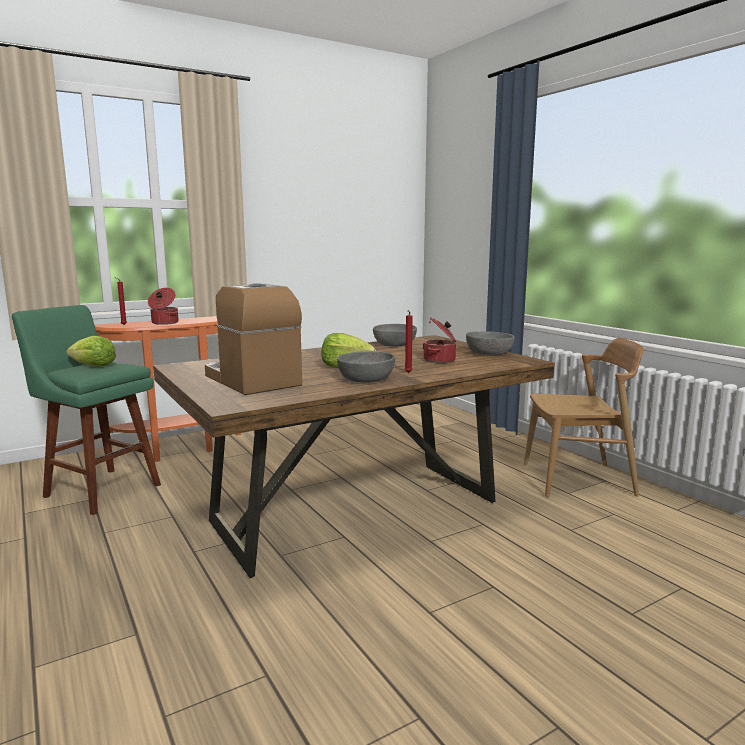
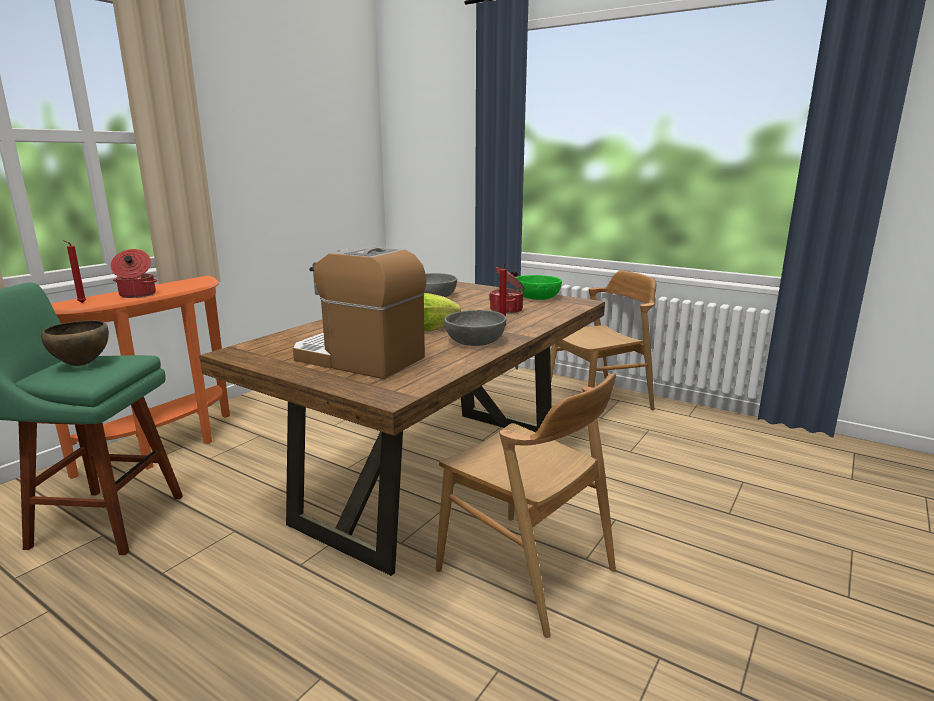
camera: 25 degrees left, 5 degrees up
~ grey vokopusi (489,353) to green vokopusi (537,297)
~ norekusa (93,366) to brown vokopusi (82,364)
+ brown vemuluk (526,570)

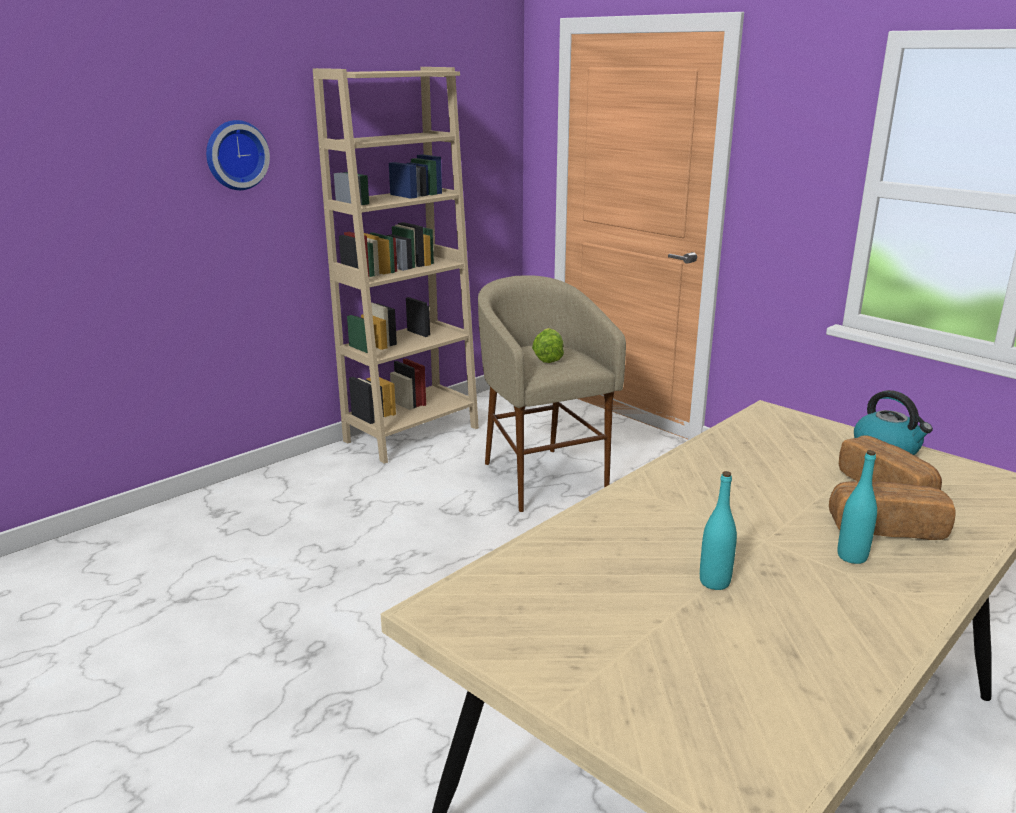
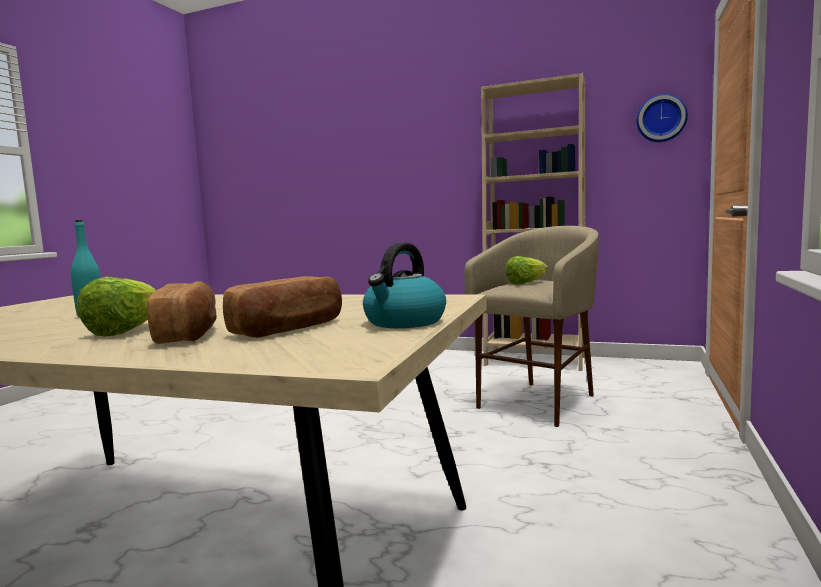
camera: 65 degrees right, 15 degrees down
~ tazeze (235,155) to (661,118)
~ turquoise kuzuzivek (852,556) to norekusa (126,331)

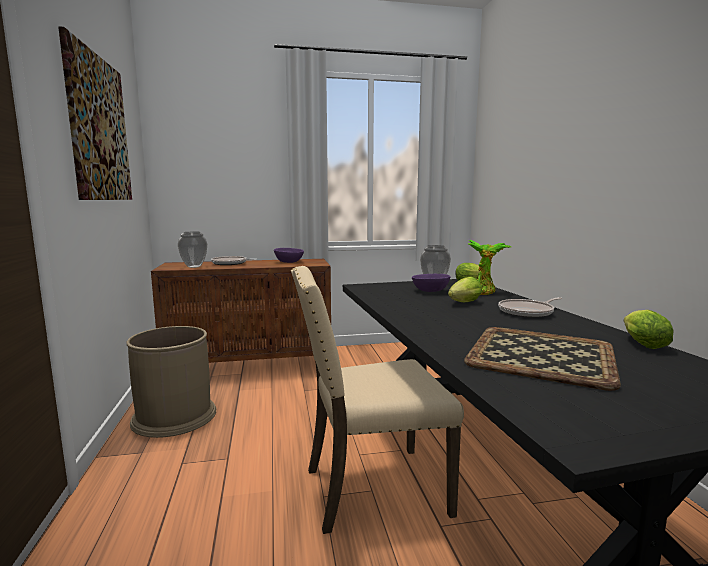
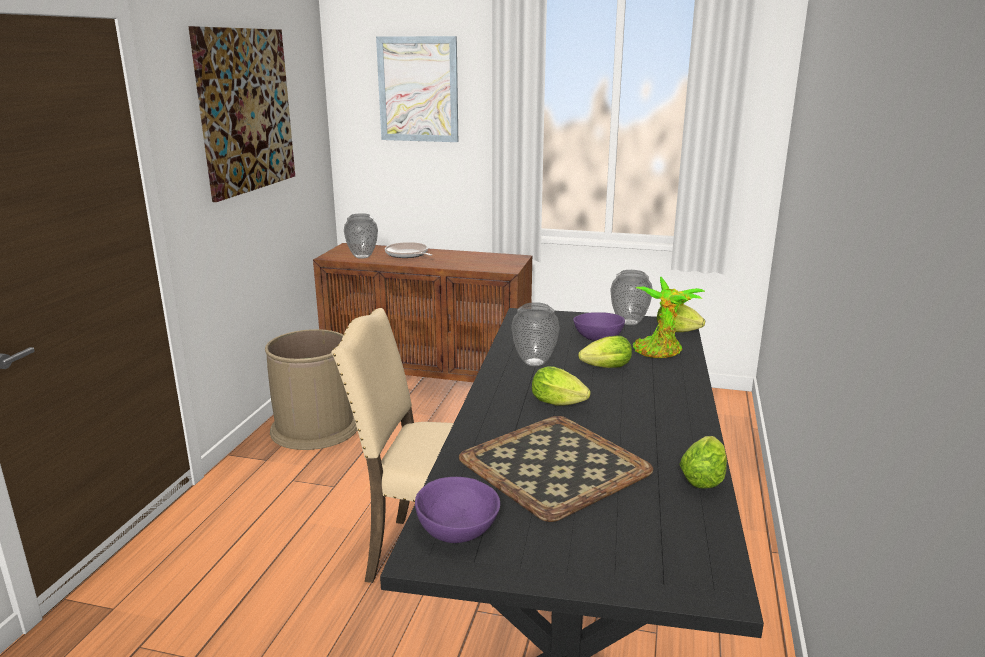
camera: 25 degrees right, 10 degrees up
~ purple vokopusi (288,262) to (456,530)
- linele (528,312)
+ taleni (418,89)
+ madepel (534,362)
+ norekusa (561,404)

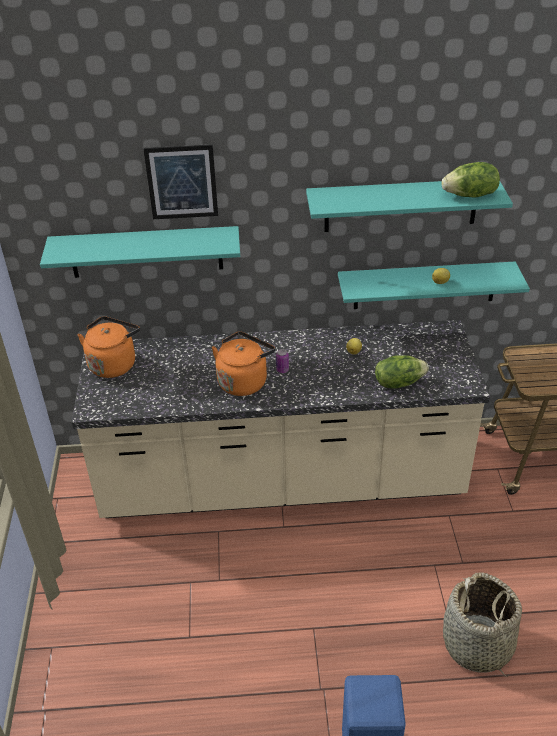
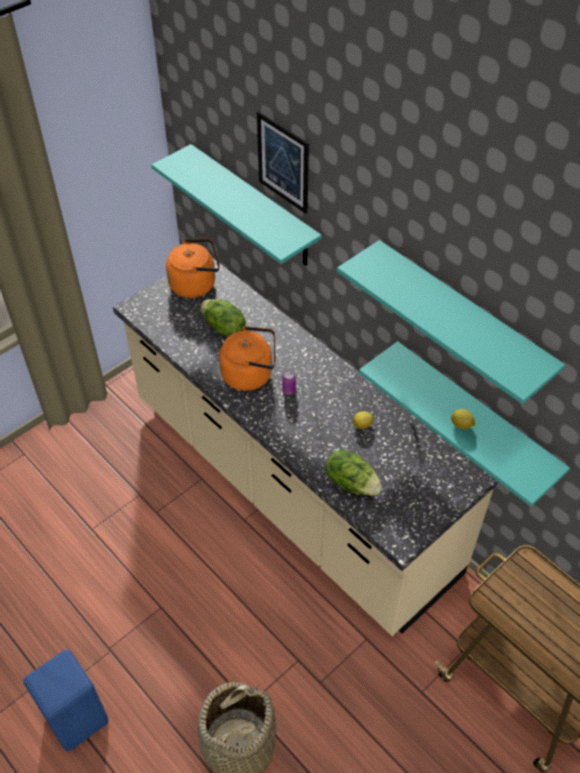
camera: 50 degrees right, 10 degrees up
~ norekusa (470,195) to (223,328)

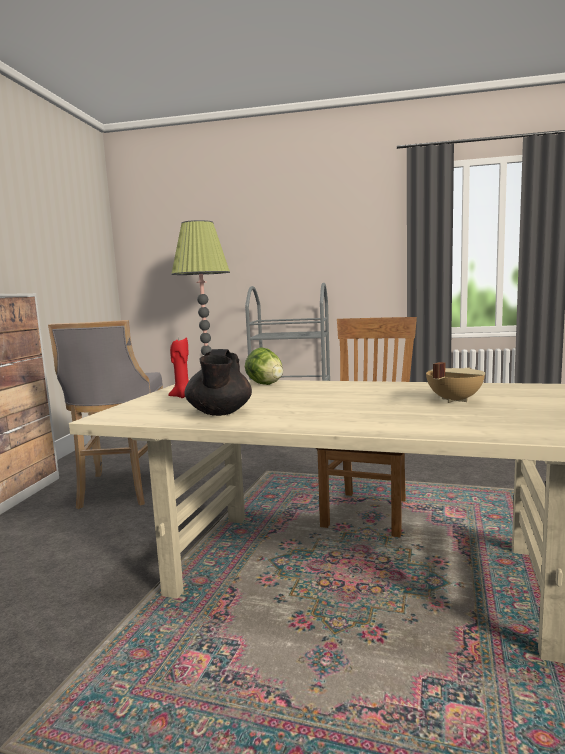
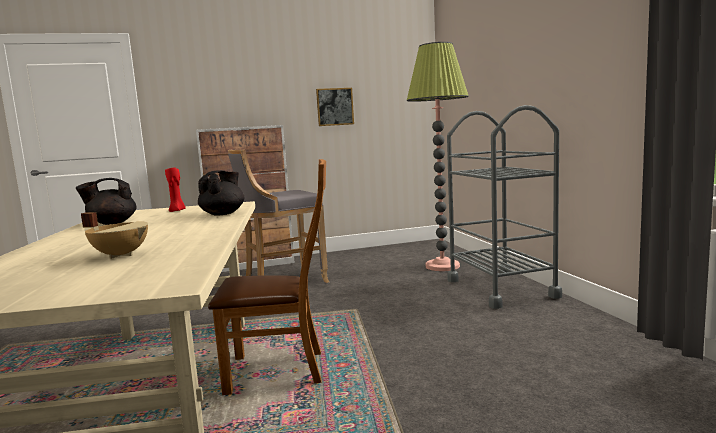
camera: 65 degrees right, 0 degrees up
~ norekusa (265,384) to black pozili (223,214)
+ taleni (335,107)

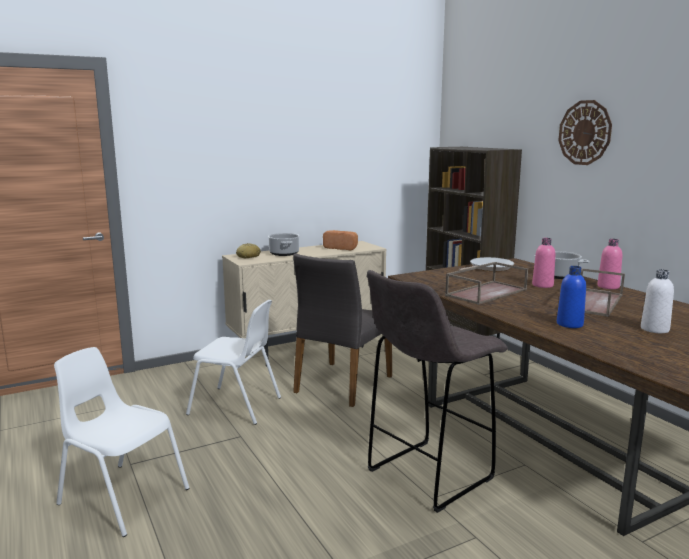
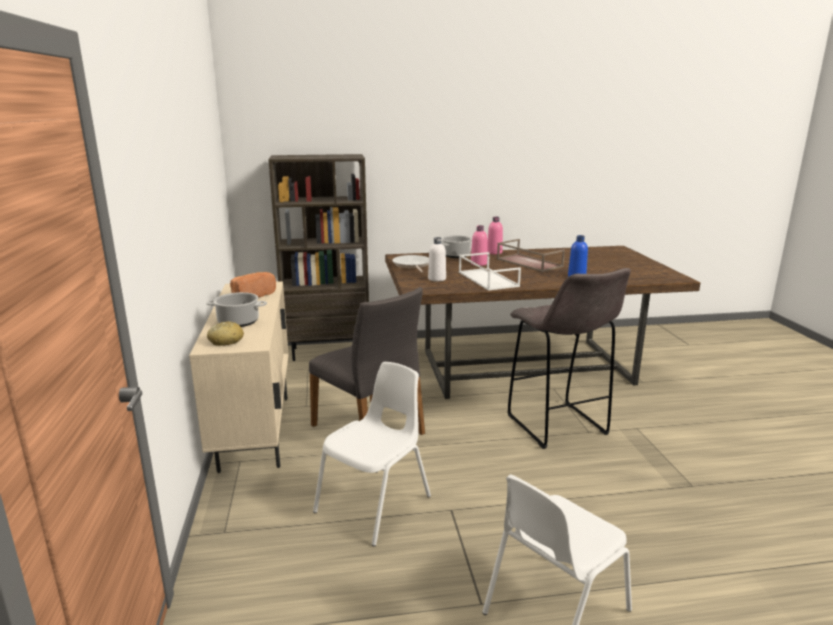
camera: 70 degrees left, 5 degrees up
- tazeze (585,132)
~ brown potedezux (486,292) to white potedezux (487,279)
~ white kuzuzivek (654,329) to (437,279)

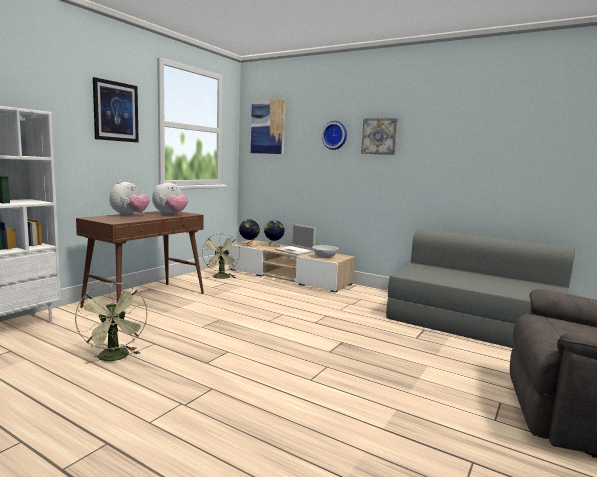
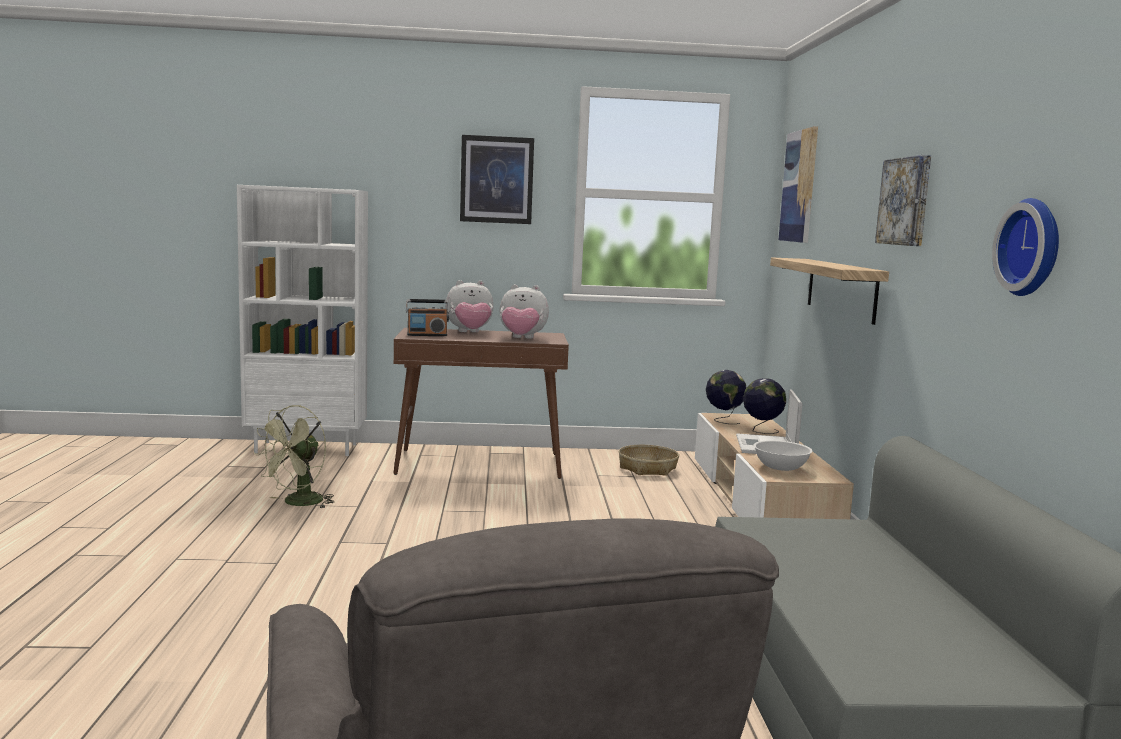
camera: 55 degrees right, 0 degrees up
~ tazeze (335,135) to (1033,247)
~ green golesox (221,278) to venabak (648,468)
+ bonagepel (841,289)
+ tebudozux (427,335)

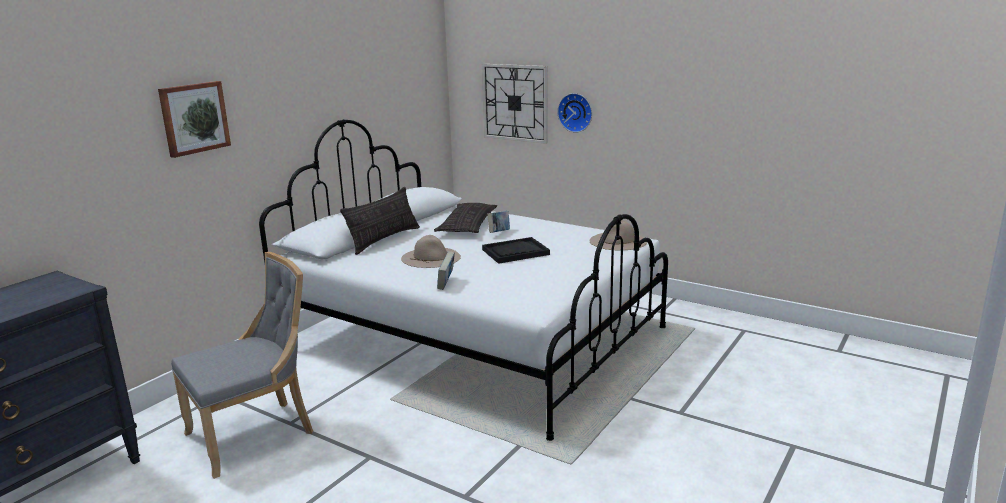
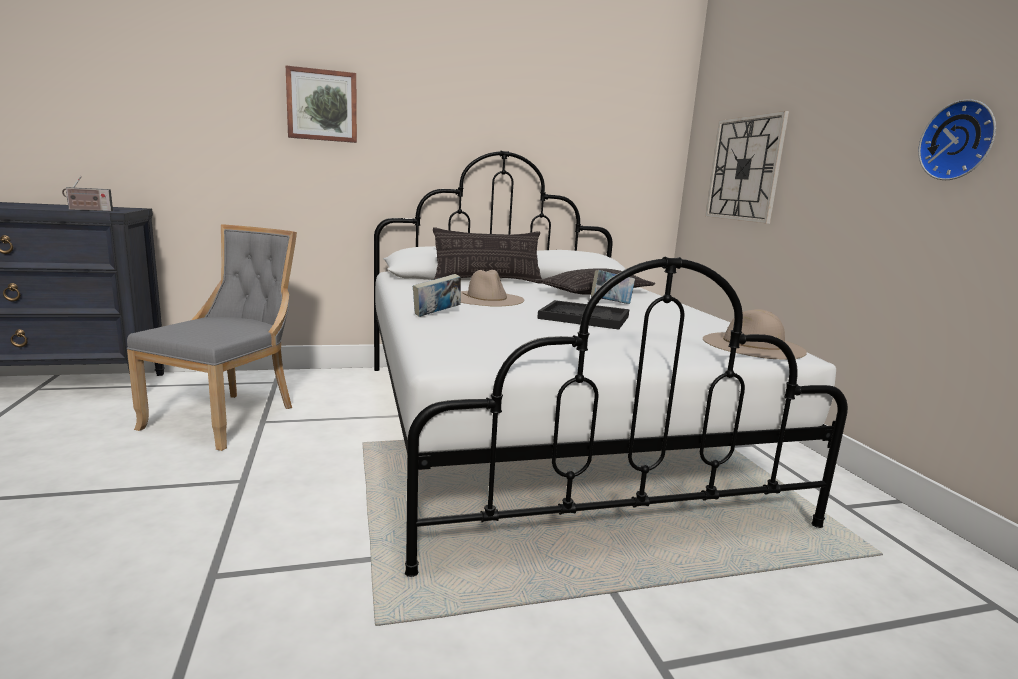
camera: 40 degrees right, 5 degrees down
~ tazeze (576,112) to (960,141)
~ grey vemuluk (256,434) = (228,417) 75 degrees counterclockwise
+ tebudozux (88,210)

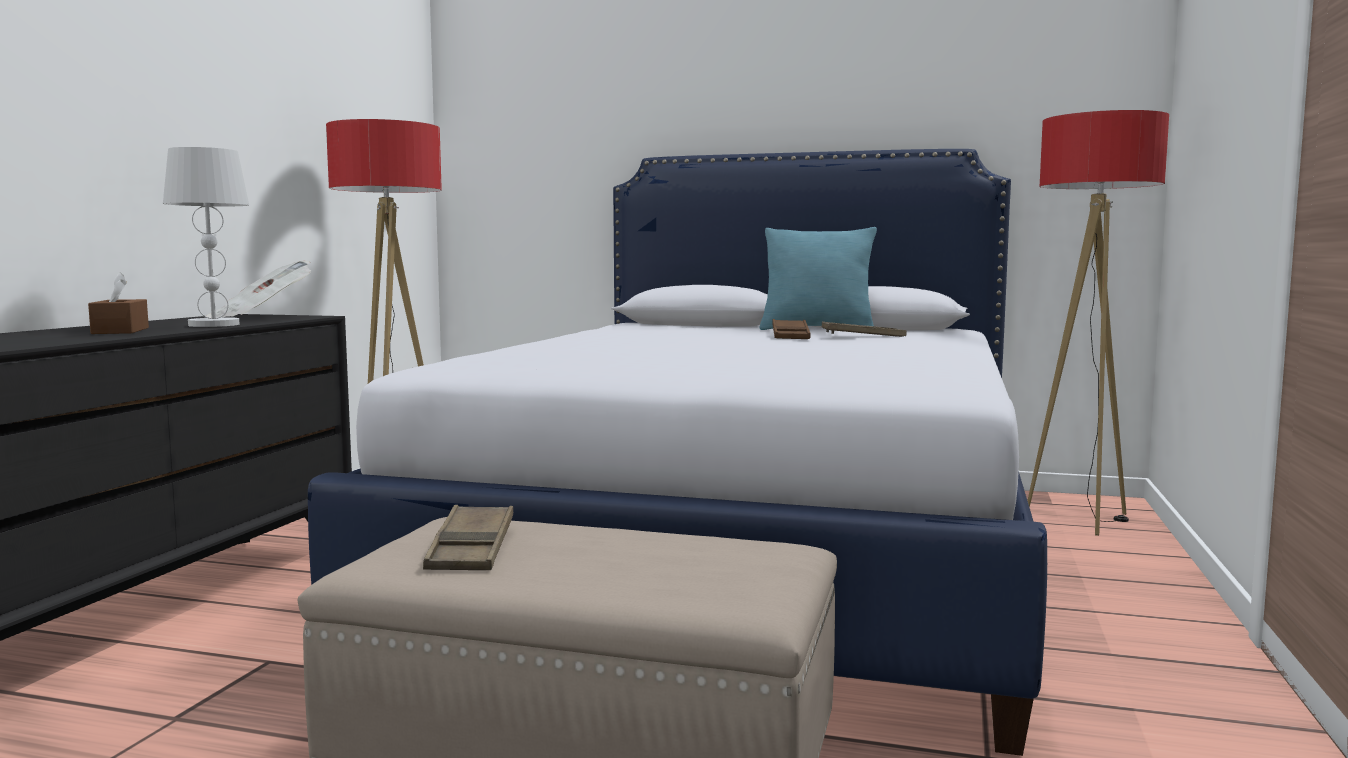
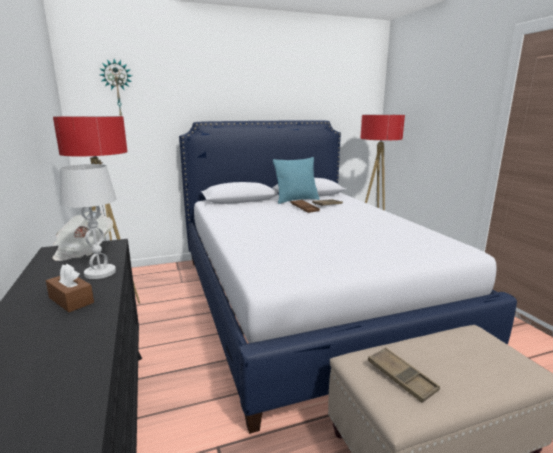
camera: 35 degrees left, 10 degrees up
+ tazeze (117,88)

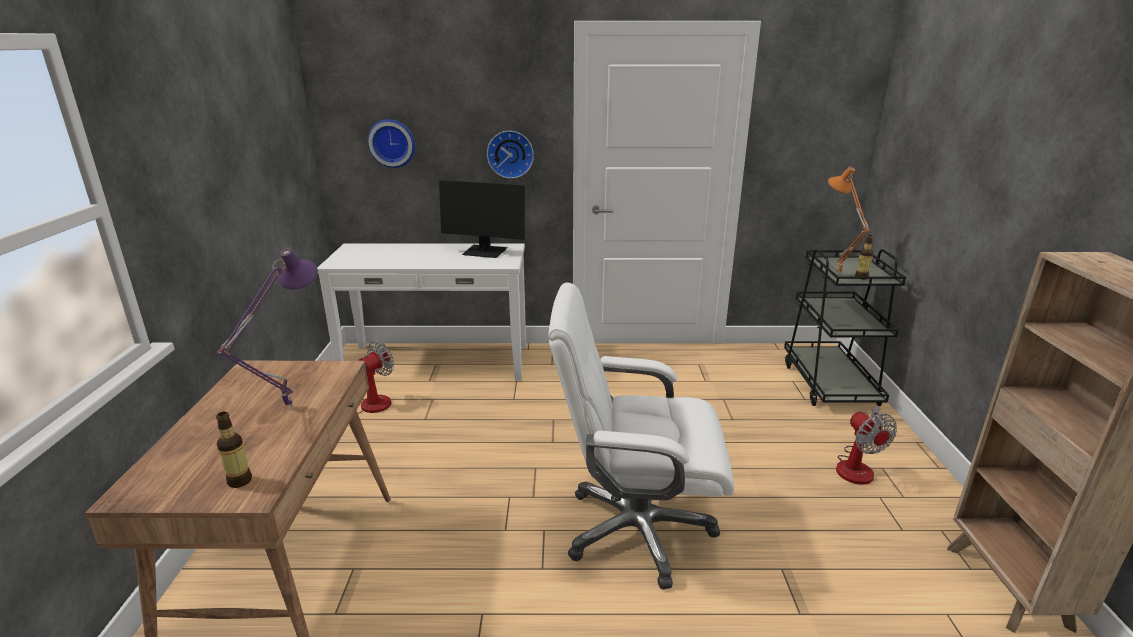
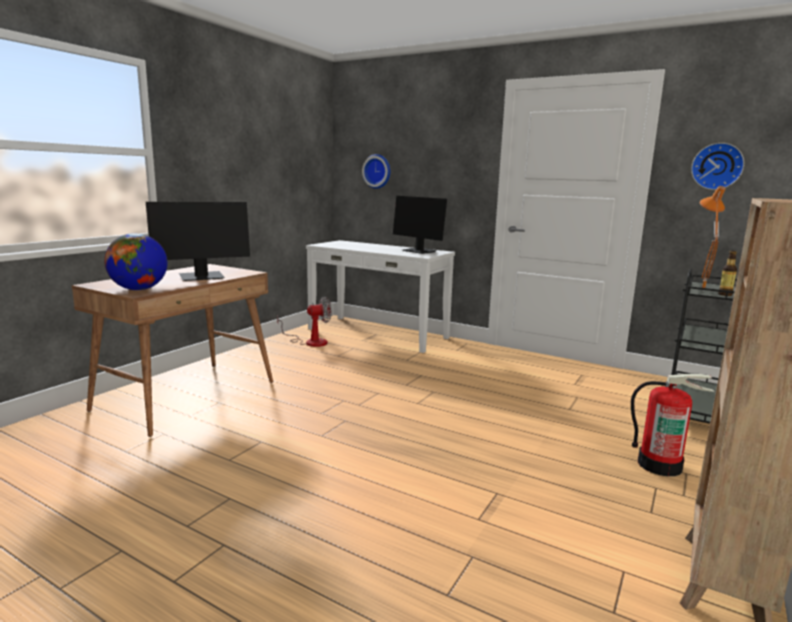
camera: 30 degrees right, 10 degrees down
~ tazeze (510,154) to (717,166)
~ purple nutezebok (288,406) to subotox (202,277)
- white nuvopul (635,529)
~ golesox (858,466) to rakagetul (659,465)
~ kuzuzivek (239,481) to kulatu (139,289)

